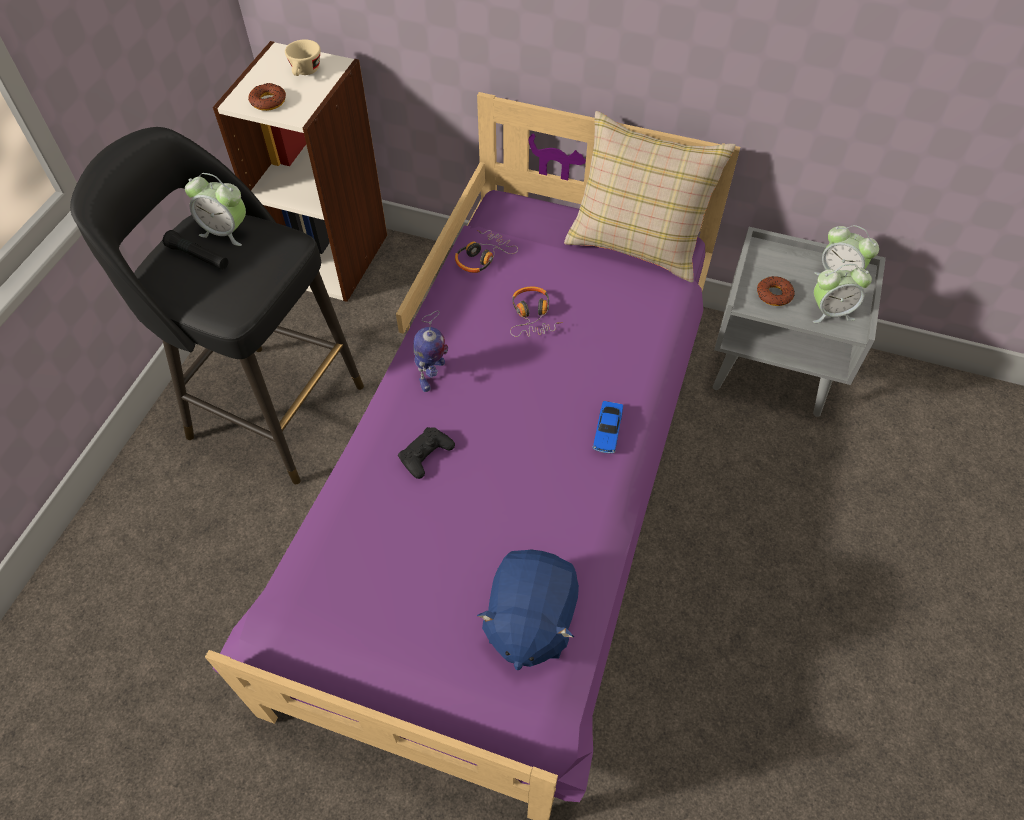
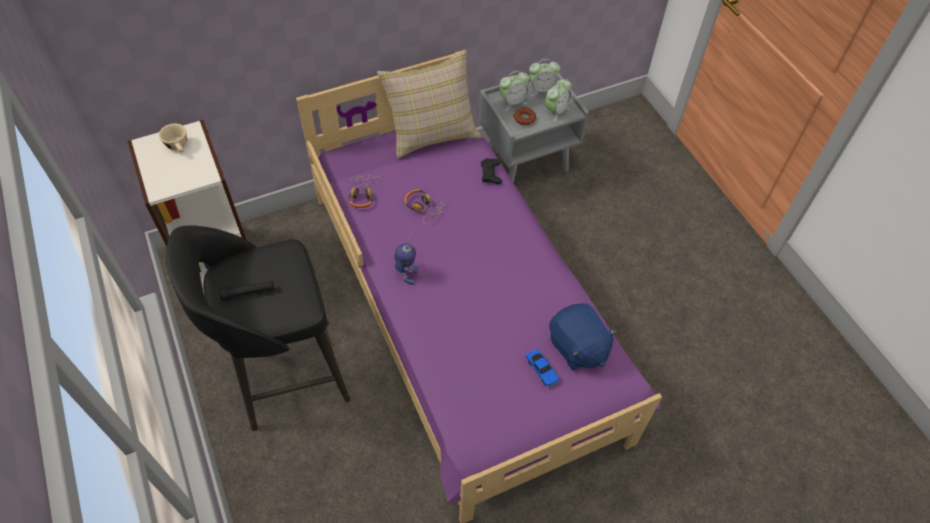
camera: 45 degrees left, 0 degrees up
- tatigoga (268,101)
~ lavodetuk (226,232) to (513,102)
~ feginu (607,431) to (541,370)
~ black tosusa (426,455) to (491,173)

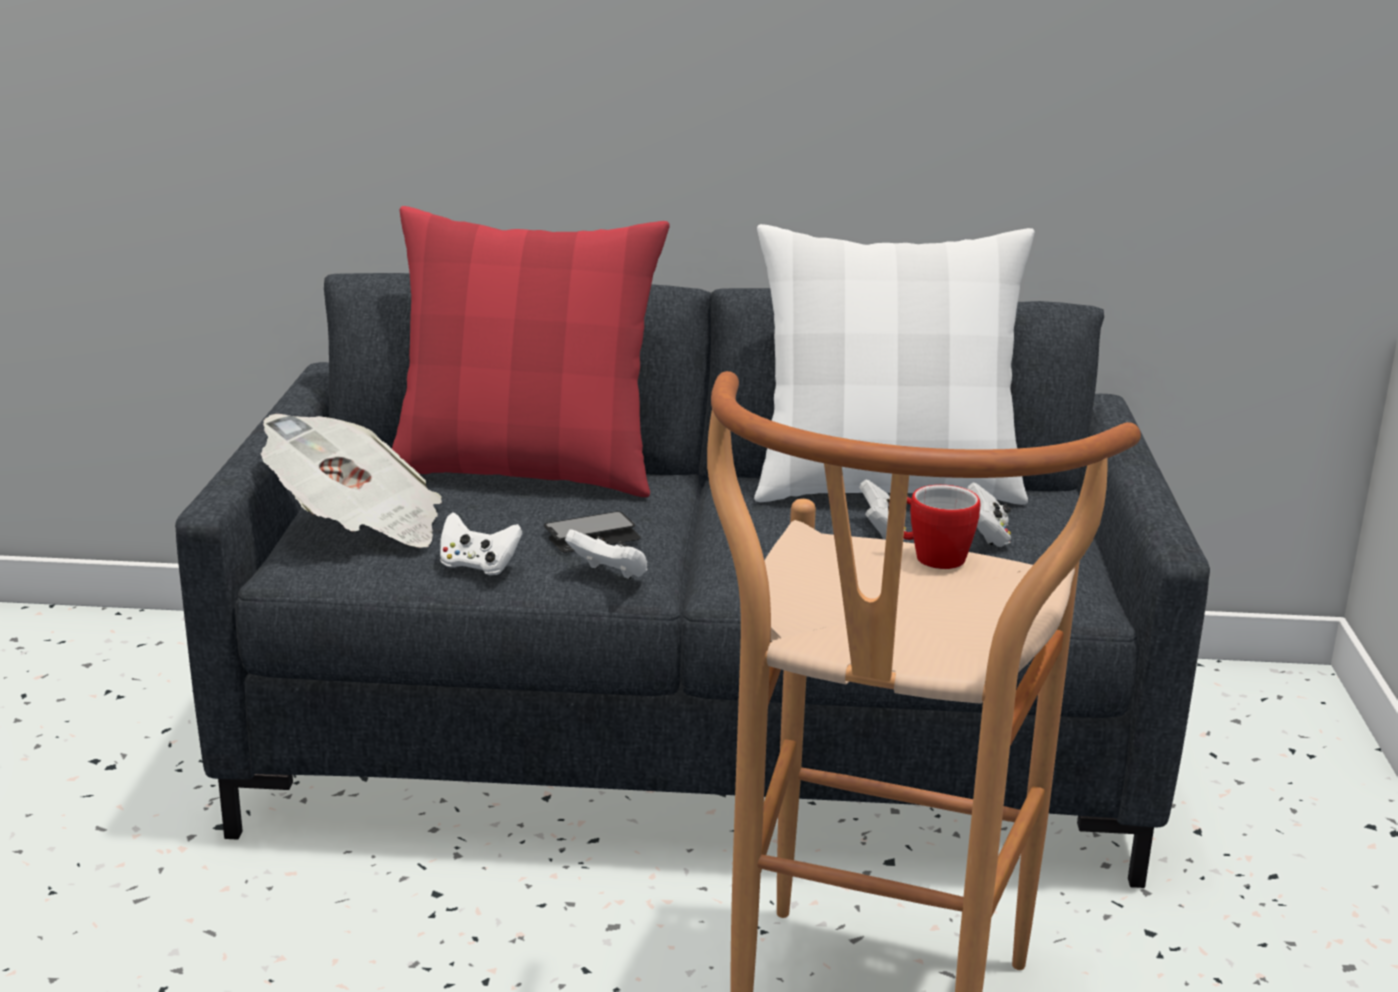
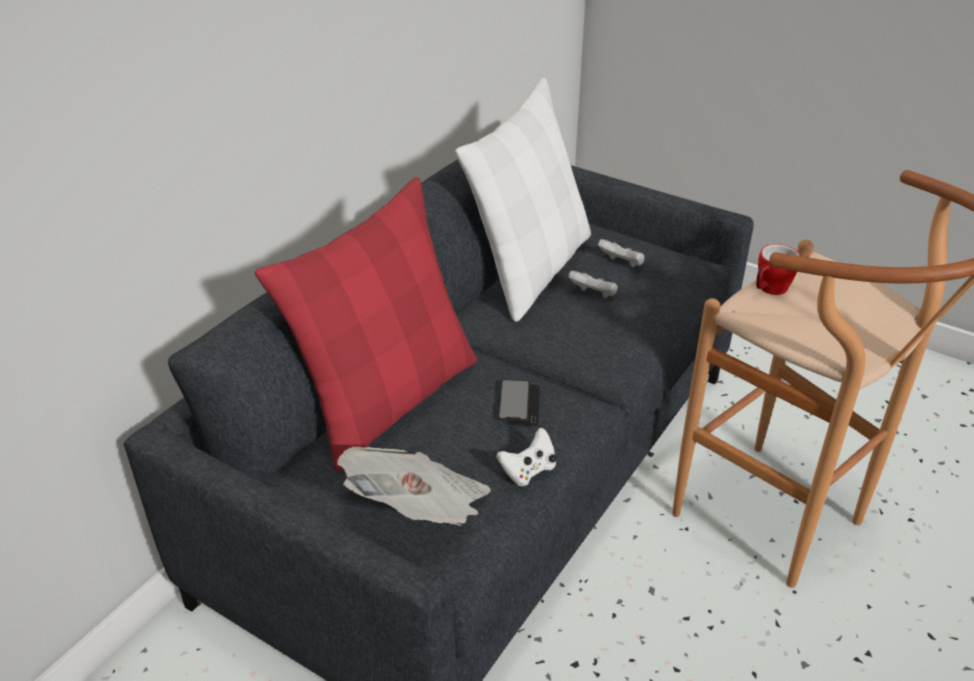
camera: 60 degrees left, 15 degrees up
- white tosusa (609,575)

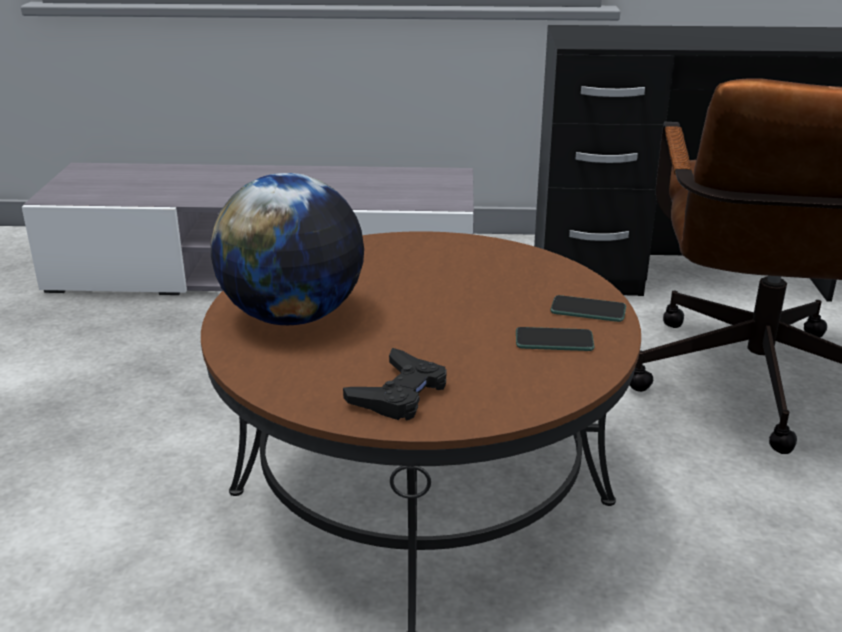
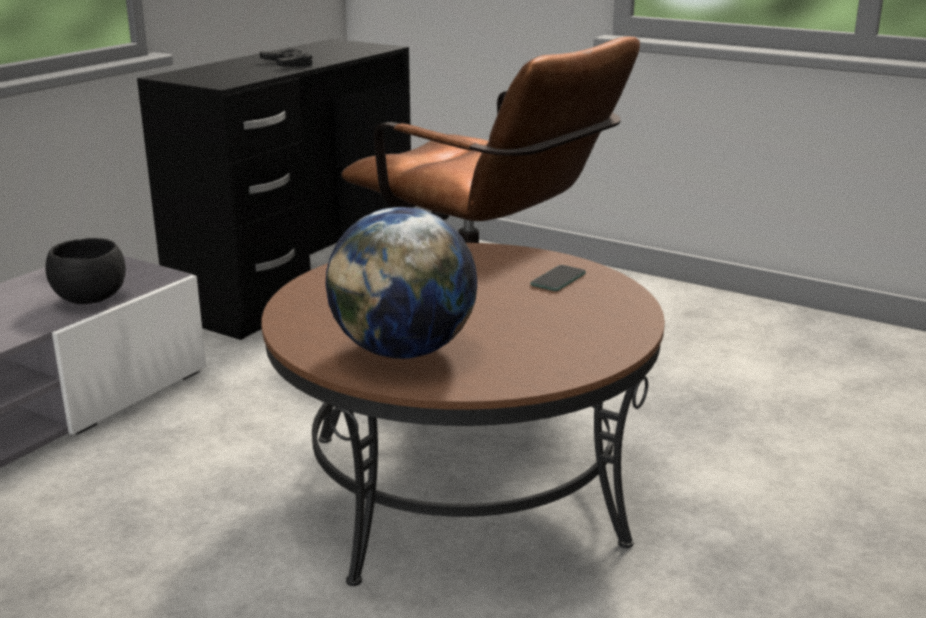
camera: 60 degrees left, 5 degrees down
- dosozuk (588,310)
~ black tosusa (399,394) to (288,64)
+ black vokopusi (90,300)

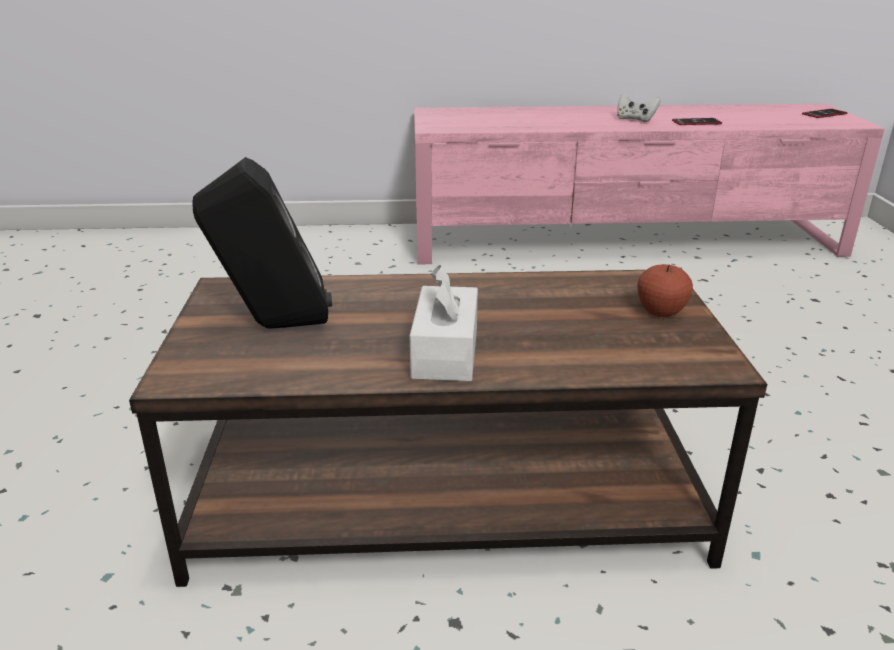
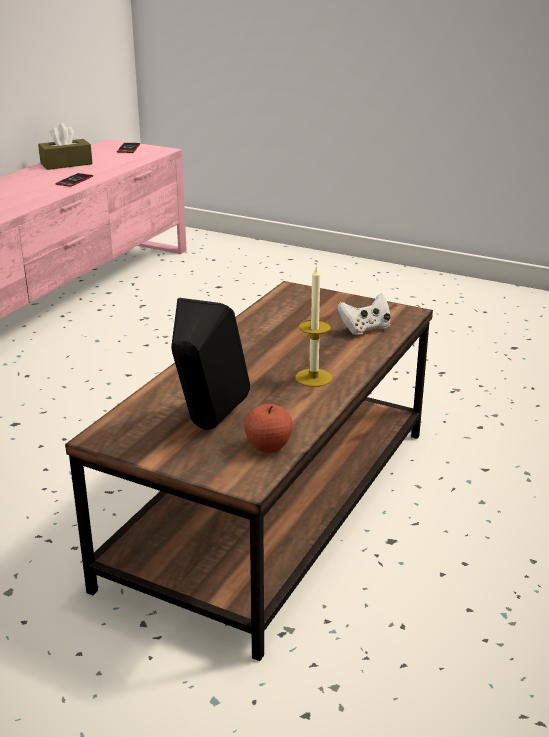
camera: 60 degrees left, 0 degrees up
~ white tosusa (635,119) to (365,329)
~ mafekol (661,312) to (268,447)
~ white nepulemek (445,352) to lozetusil (313,378)
+ brown nepulemek (66,164)

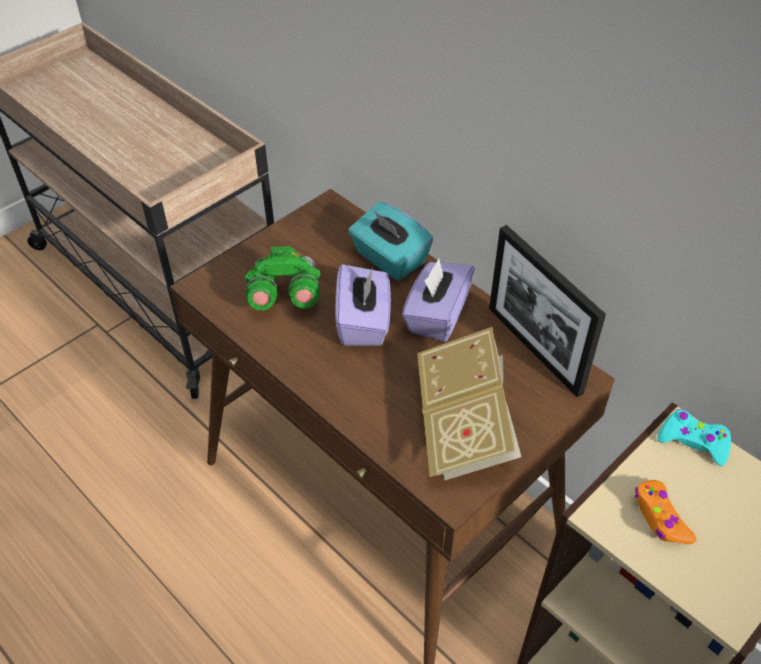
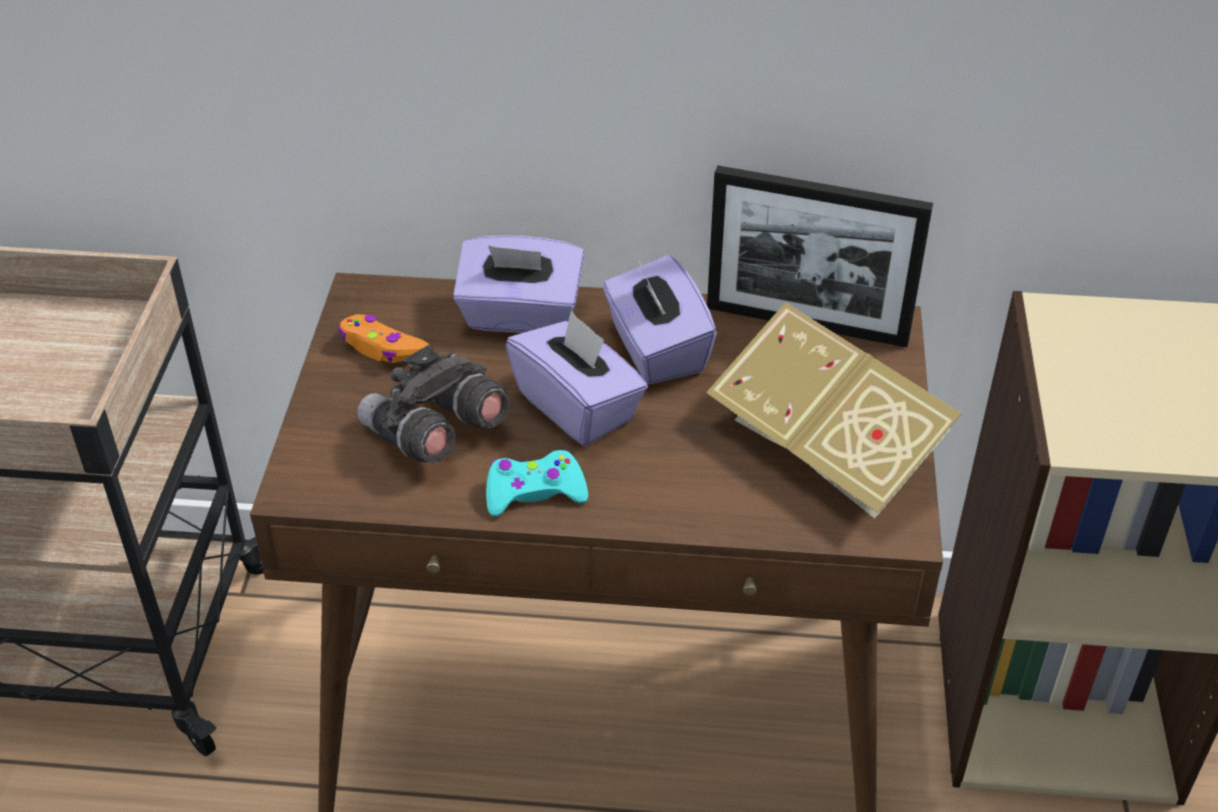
camera: 40 degrees left, 5 degrees down
~ turquoise nepulemek (389,259) to purple nepulemek (520,316)
~ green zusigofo (284,296) to grey zusigofo (434,434)
~ turquoise tosusa (693,441) to (534,492)
~ orange tosusa (660,517) to (382,347)

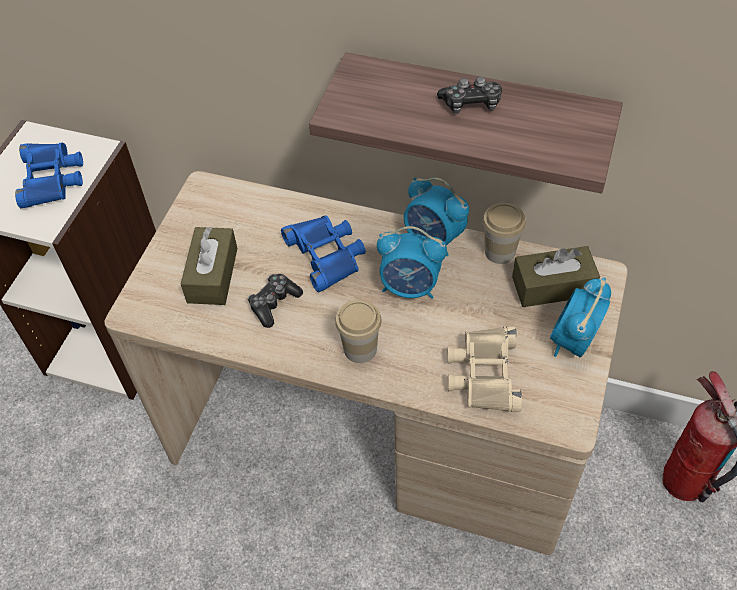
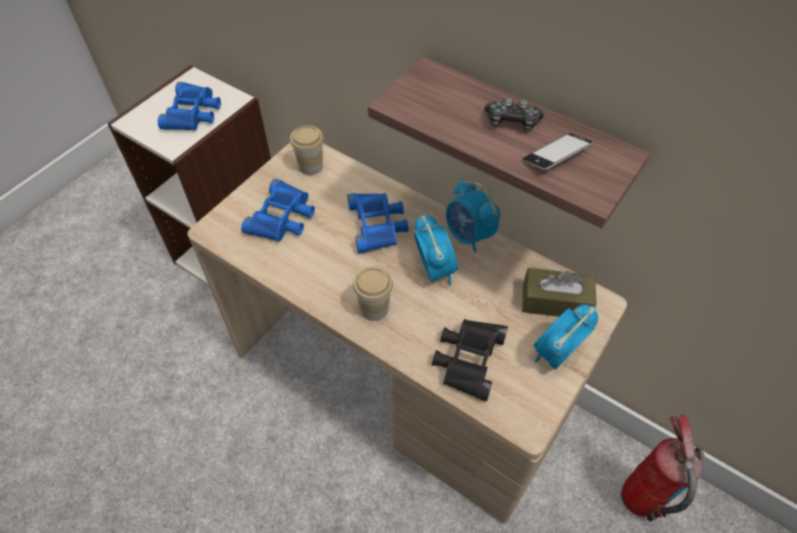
camera: 15 degrees right, 0 degrees up
~ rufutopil (500,251) to (311,166)
~ lavodetuk (410,287) = (434,269) 135 degrees counterclockwise
~ brown nepulemek (212,275) to blue zusigofo (282,217)
- tosusa (274,303)
~ beige zusigofo (483,373) to black zusigofo (468,359)
+ dosozuk (556,156)

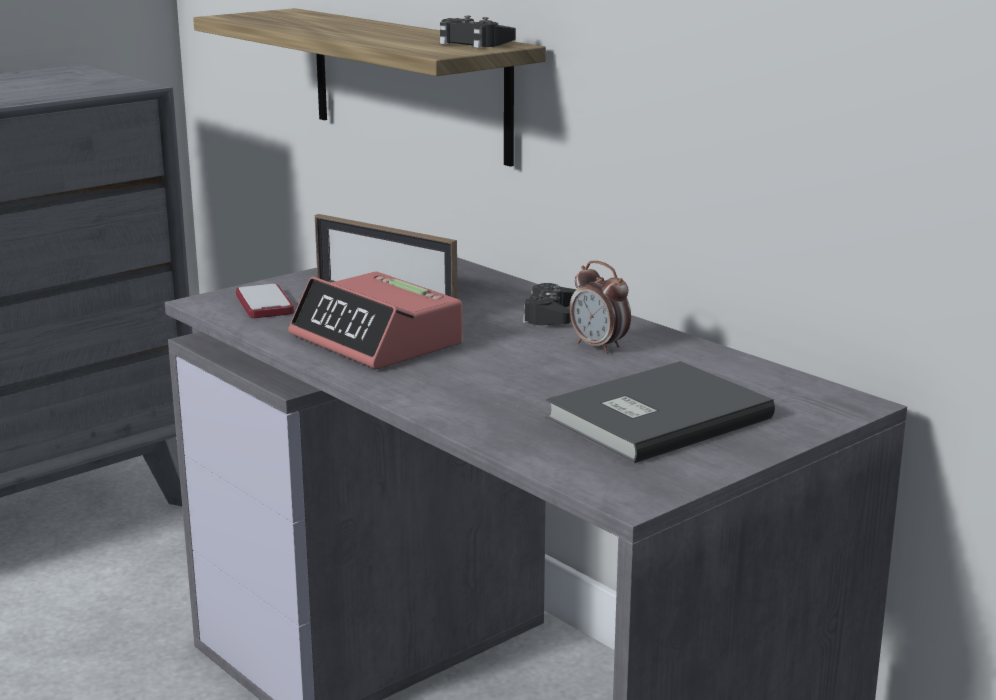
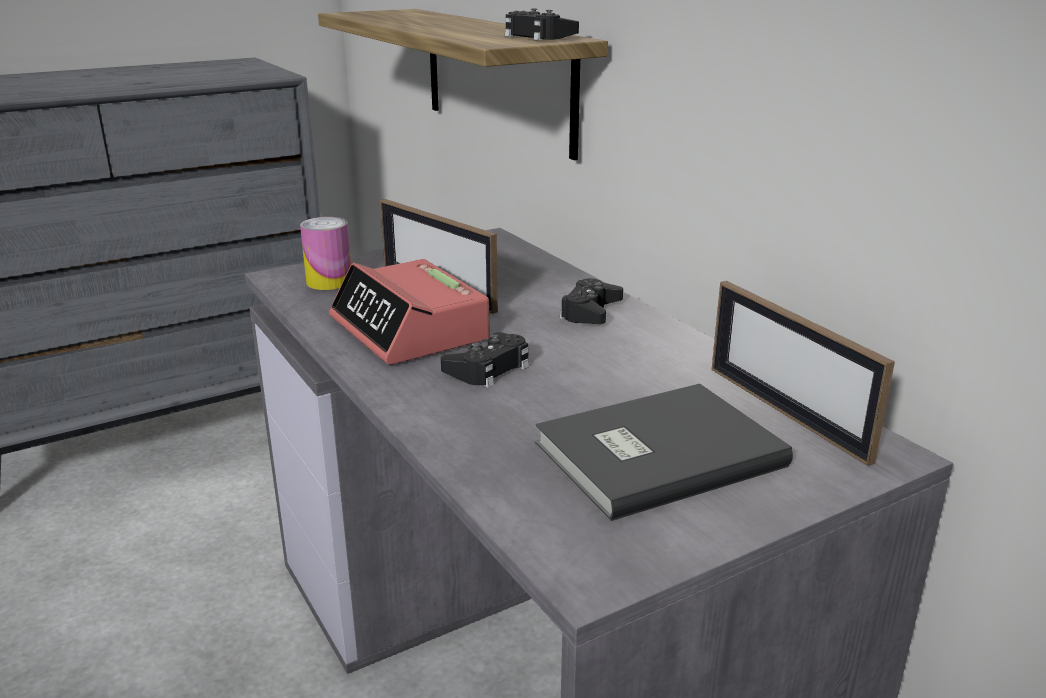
camera: 10 degrees right, 5 degrees up
- lavodetuk (599,347)
~ dosozuk (264,304) to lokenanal (329,281)
+ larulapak (785,412)
+ black tosusa (489,368)

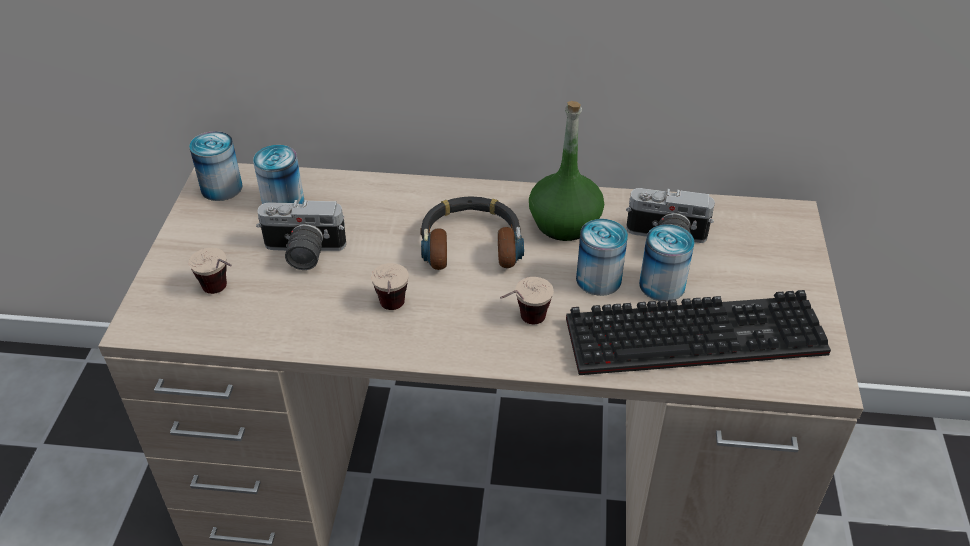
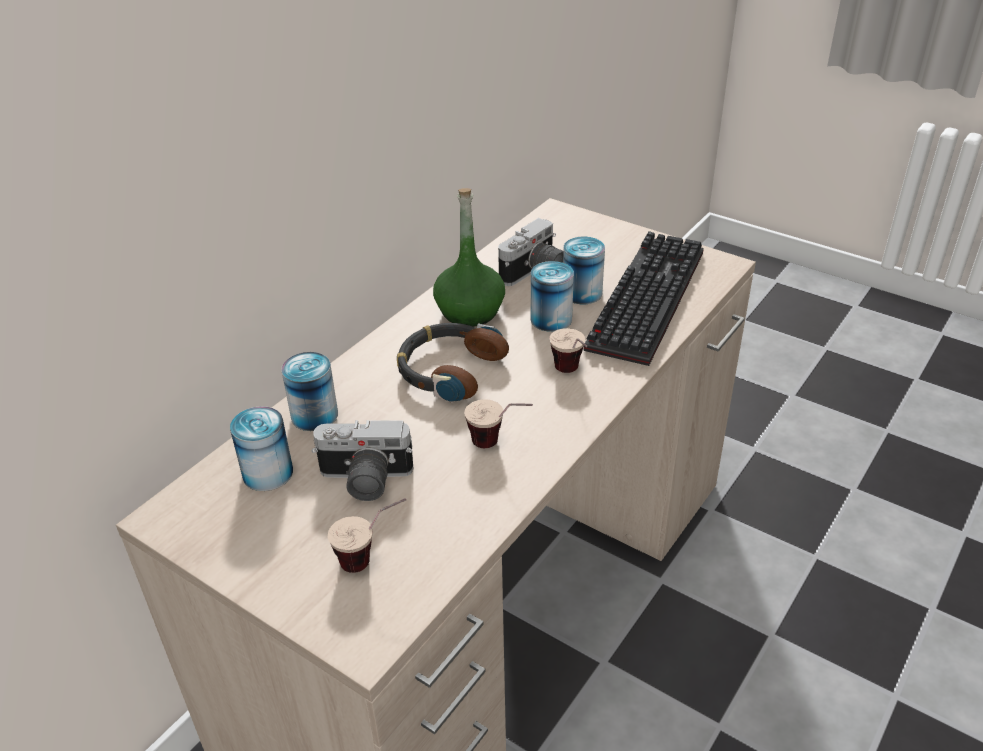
camera: 60 degrees left, 5 degrees down
~ lokenanal (221,188) to (314,415)
~ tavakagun (302,253) = (364,481) 60 degrees clockwise

